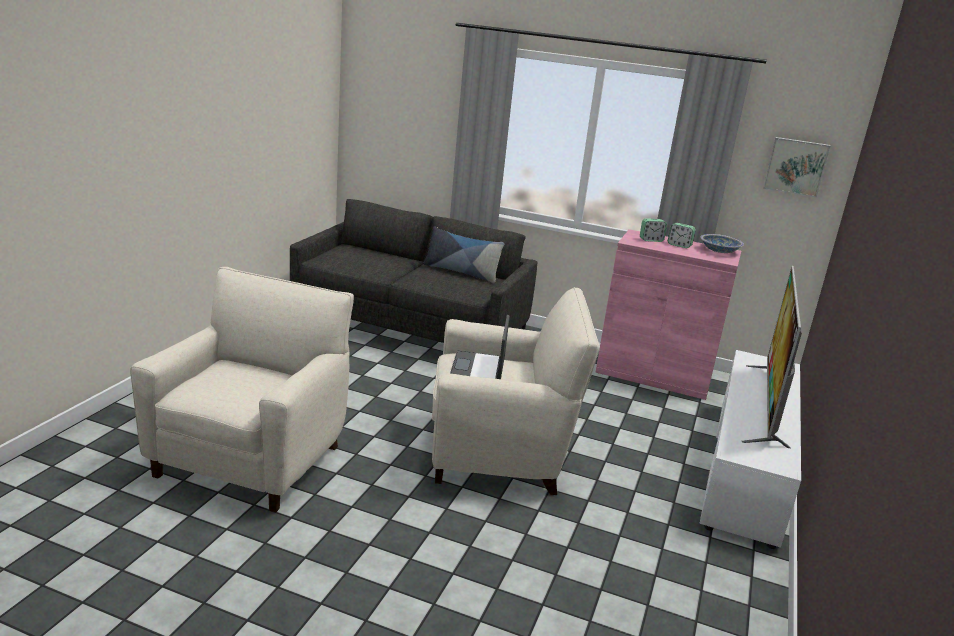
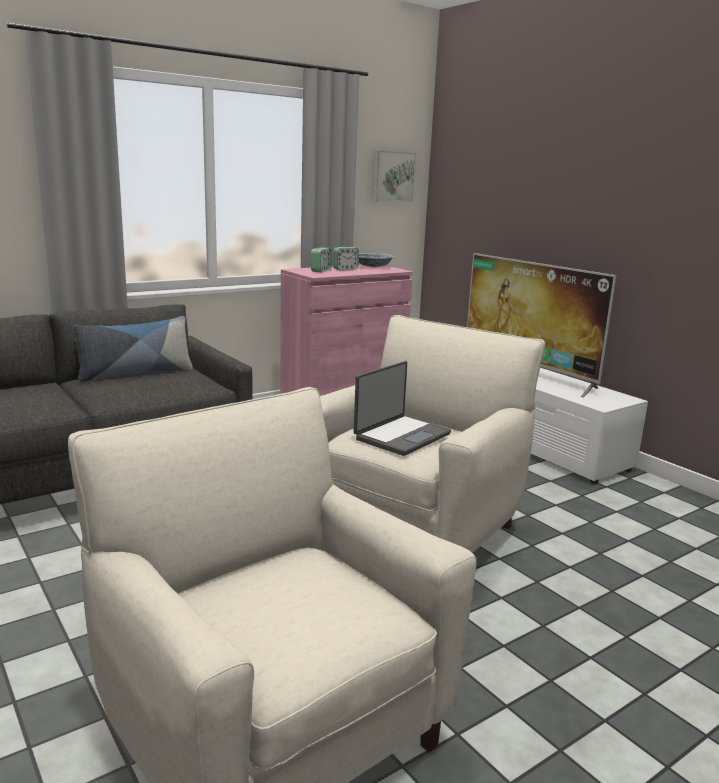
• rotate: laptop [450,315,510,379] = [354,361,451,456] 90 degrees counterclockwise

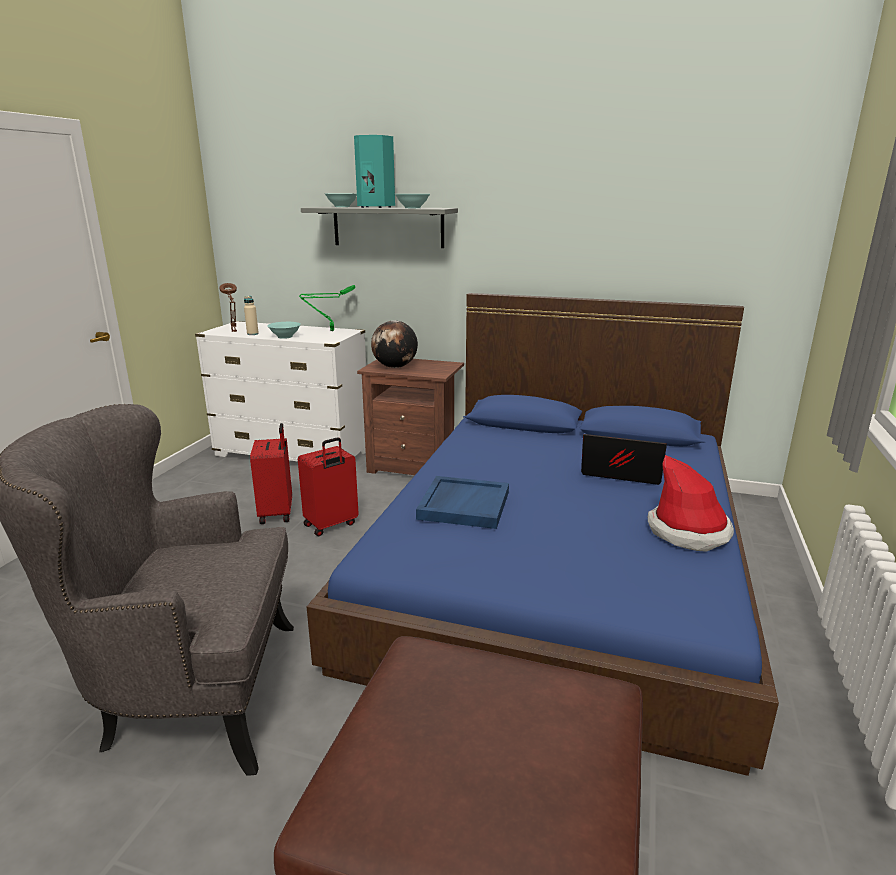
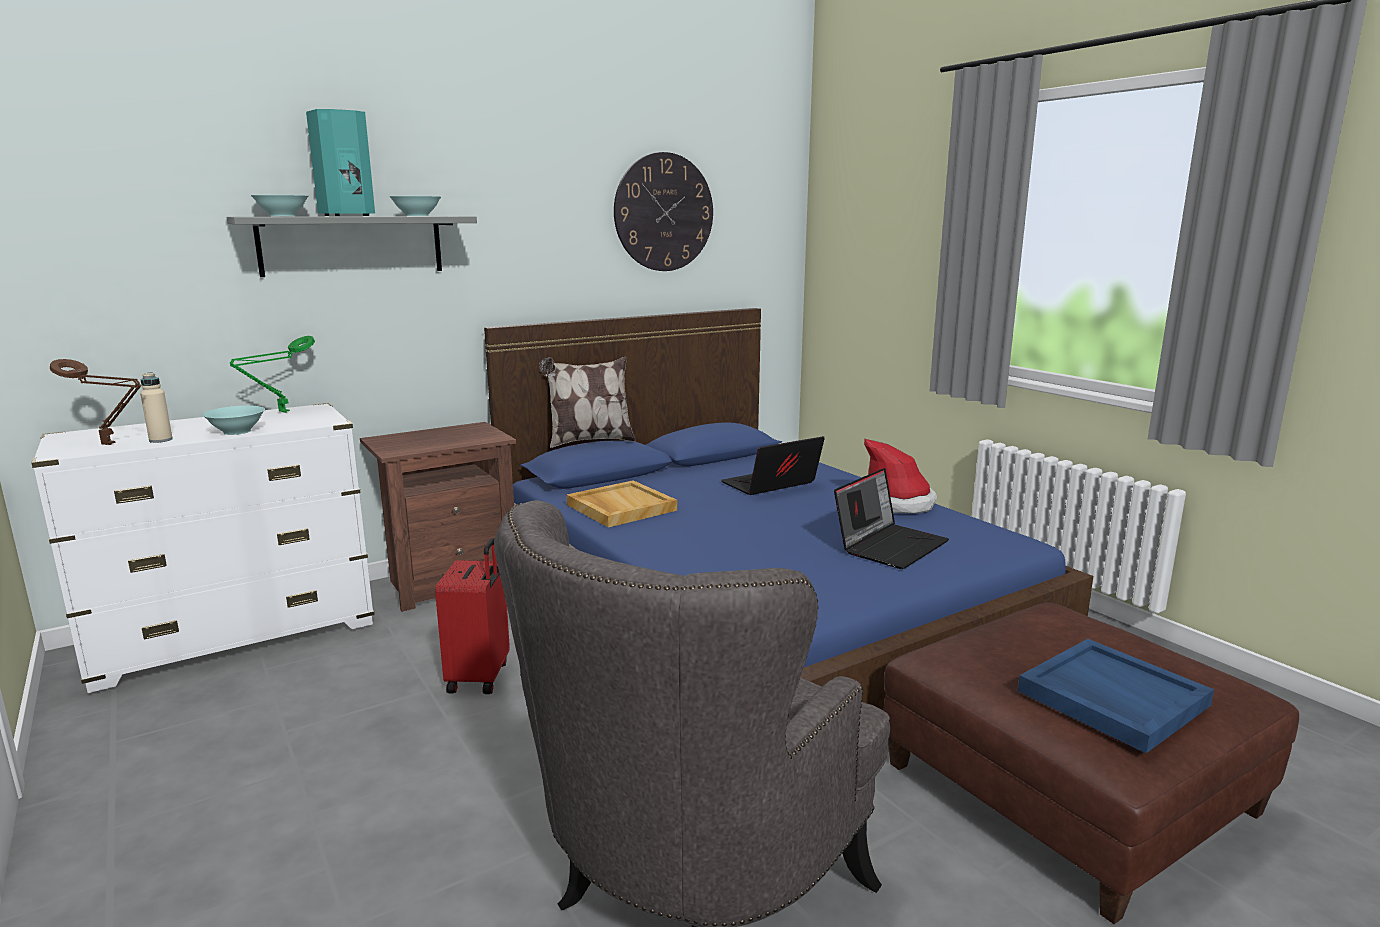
• delete: suitcase/red [250,423,292,524]
• delete: globe [371,320,418,368]
• move: tray/blue [416,476,509,529] to [1018,639,1214,753]
• insert: pillow [539,357,636,448]
• insert: tray/beige [567,480,677,528]
• insert: wall clock [614,152,713,271]
• insert: laptop [834,468,949,569]

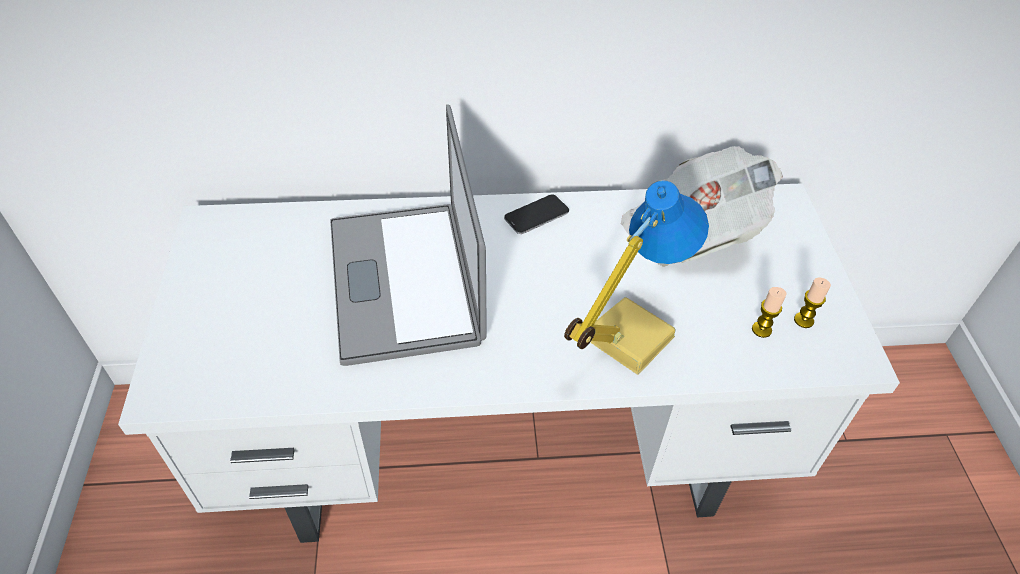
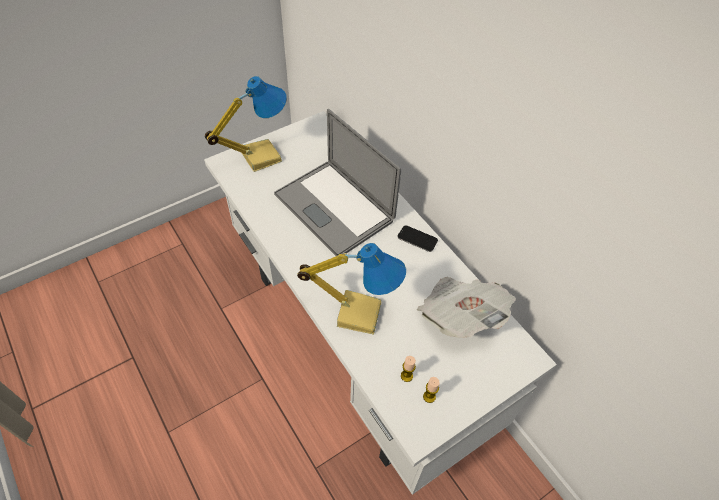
• rotate: laptop [330,104,487,366] = [274,109,401,256] 90 degrees counterclockwise
• insert: table lamp [205,76,287,172]

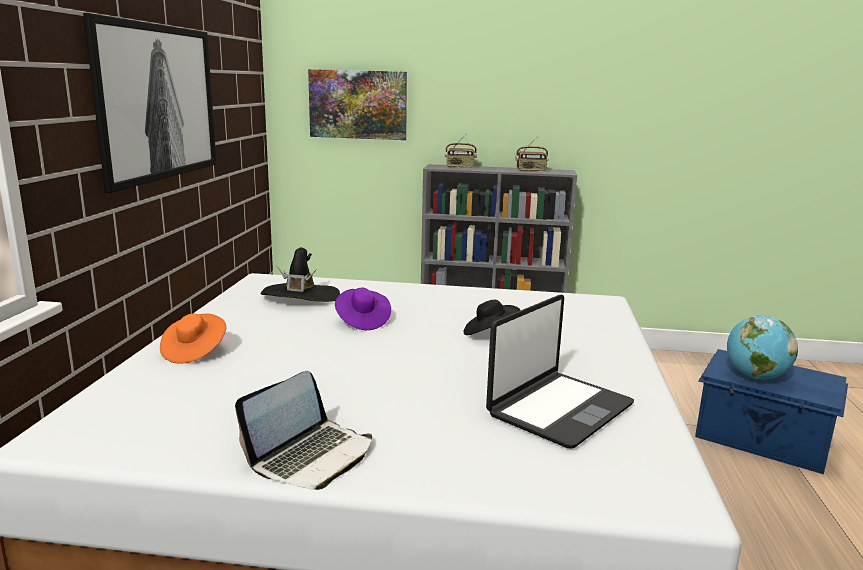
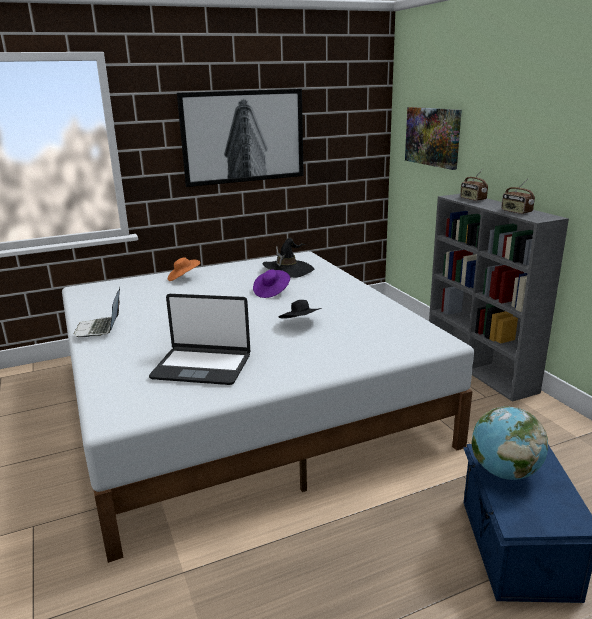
• rotate: laptop [235,371,372,490] = [73,288,120,338] 75 degrees clockwise

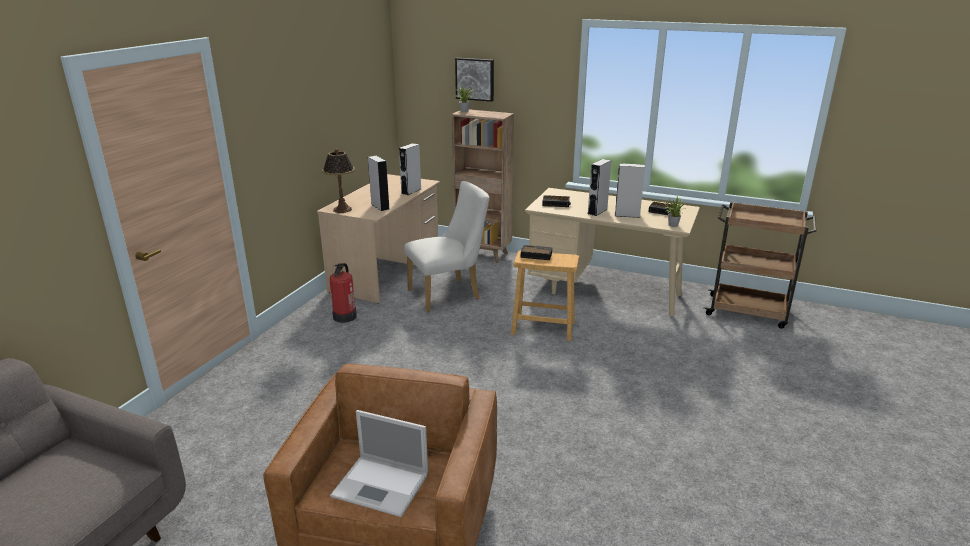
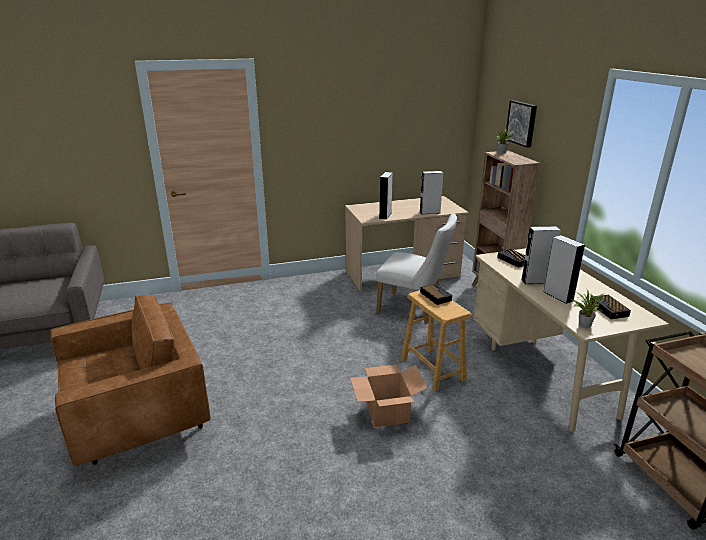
• delete: table lamp [322,149,355,213]
• delete: fire extinguisher [330,263,357,323]
• delete: laptop [330,410,428,517]
• insert: cardboard box [350,364,427,427]

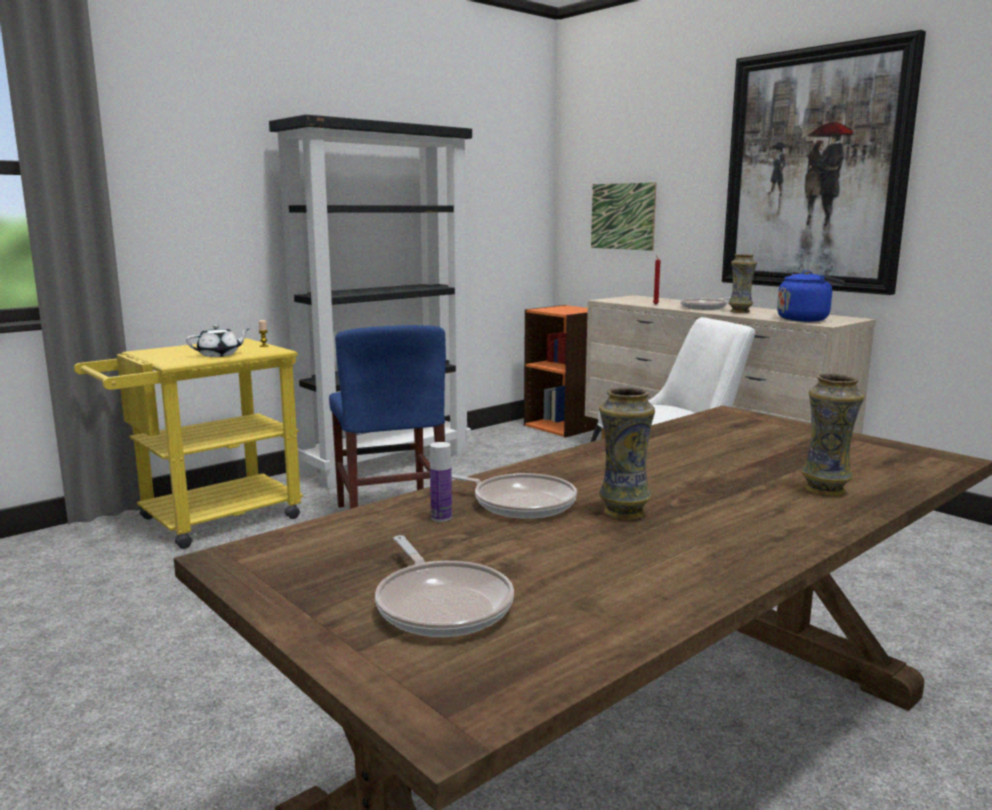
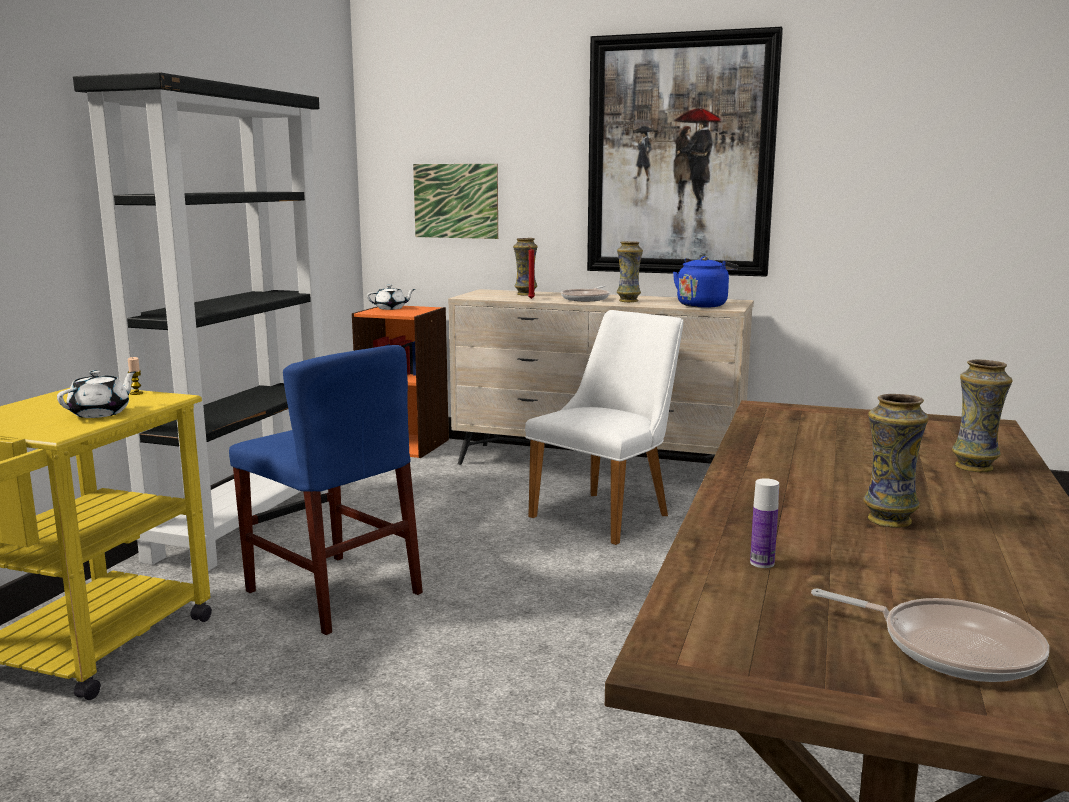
• delete: frying pan [452,473,577,519]
• insert: teapot/white [367,285,415,310]
• insert: vase [513,238,537,296]

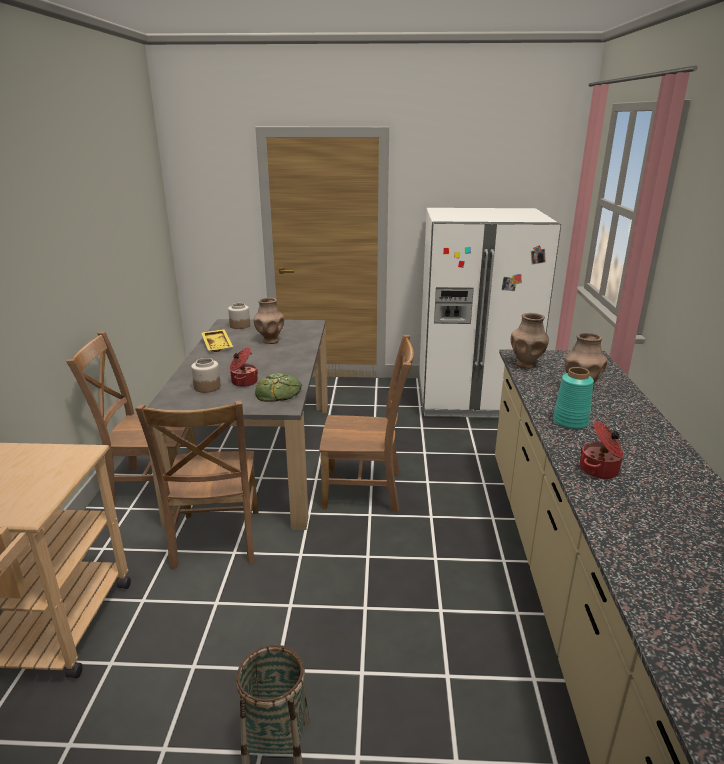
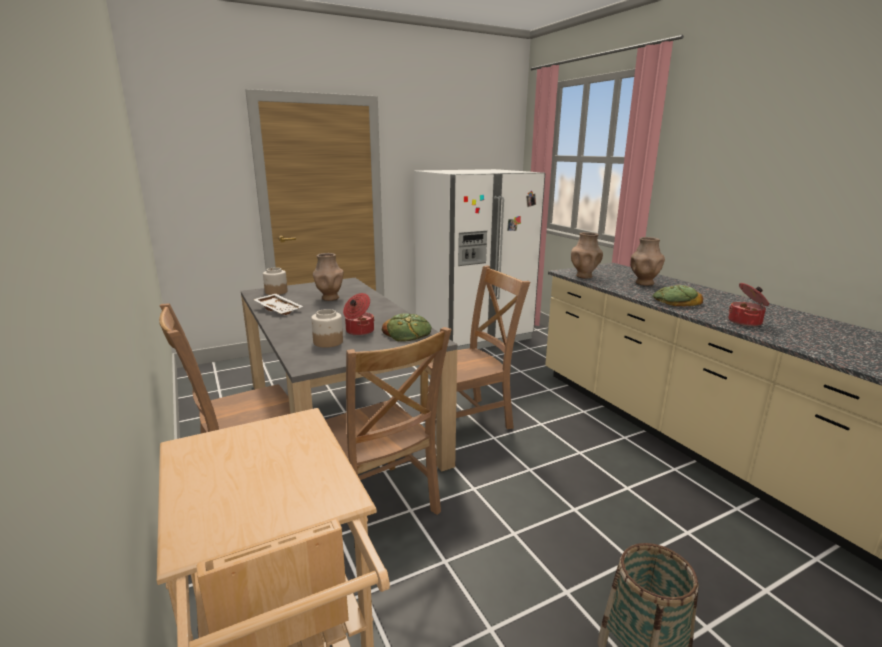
• recolor: tray/yellow [201,329,233,352] to tray/white [253,293,303,315]
• replace: vase/turquoise [553,367,594,429] to bread [652,285,703,306]

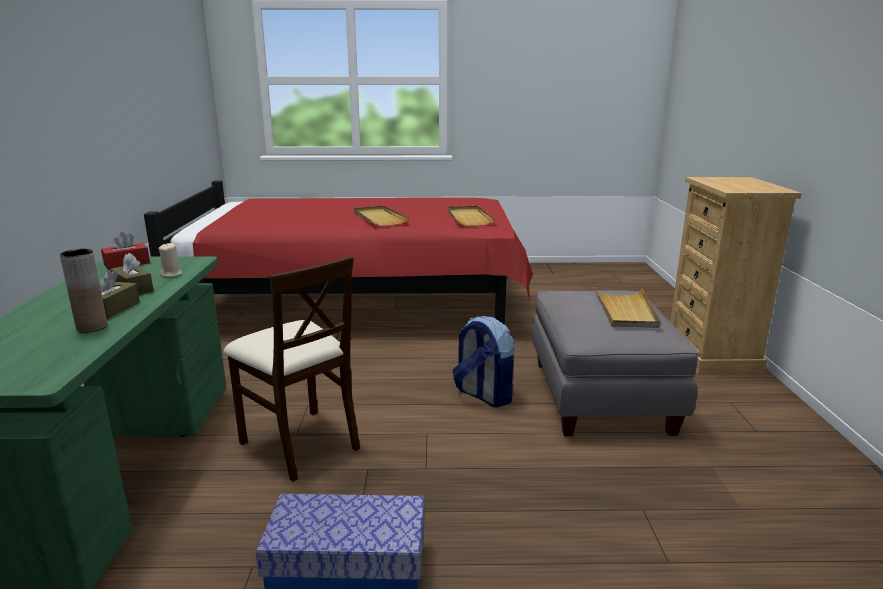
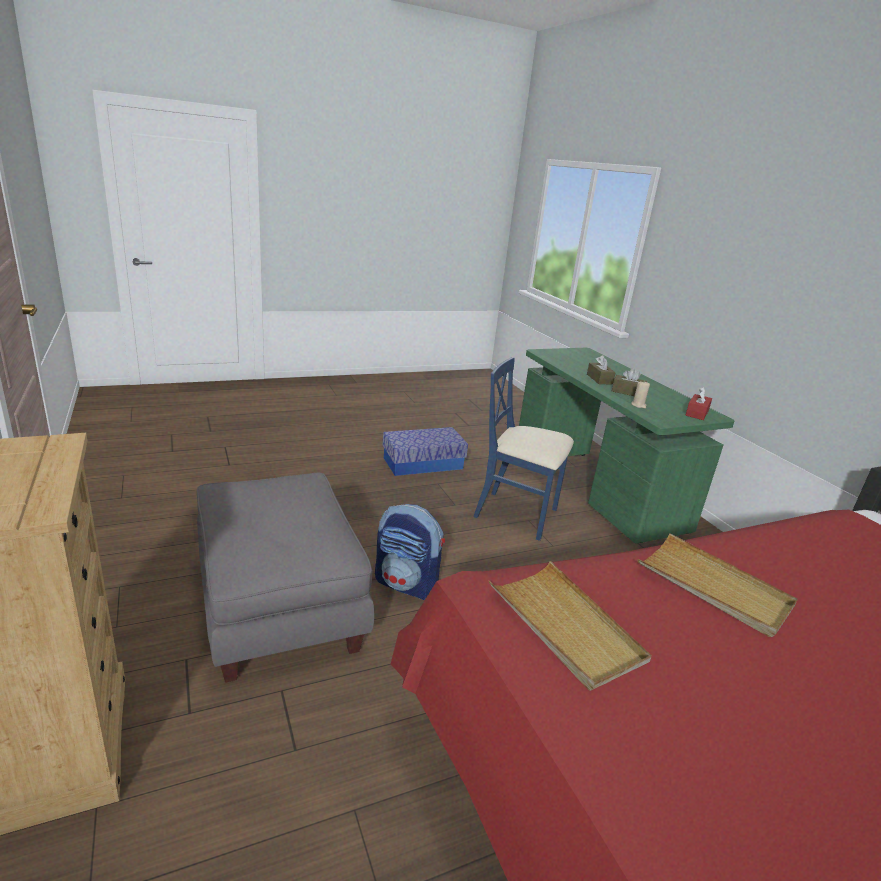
• delete: vase/brown [60,249,108,333]
• recolor: chair/beige [223,256,360,482] to chair/blue [473,357,574,541]
• delete: tray/beige [594,288,661,328]

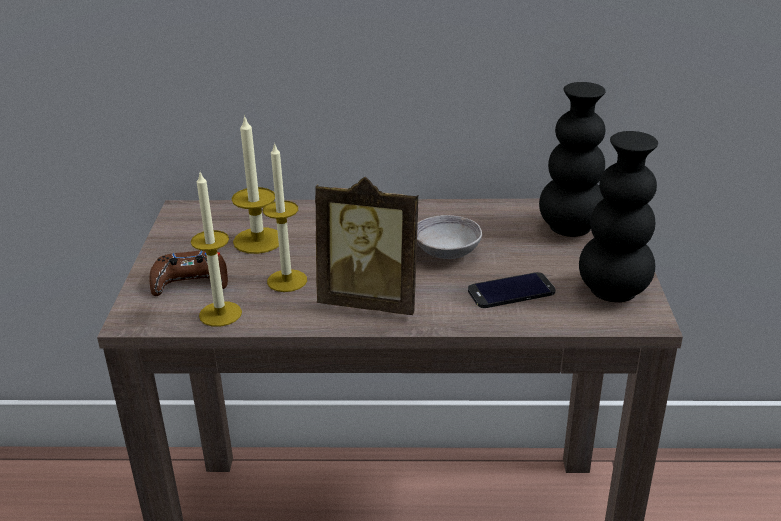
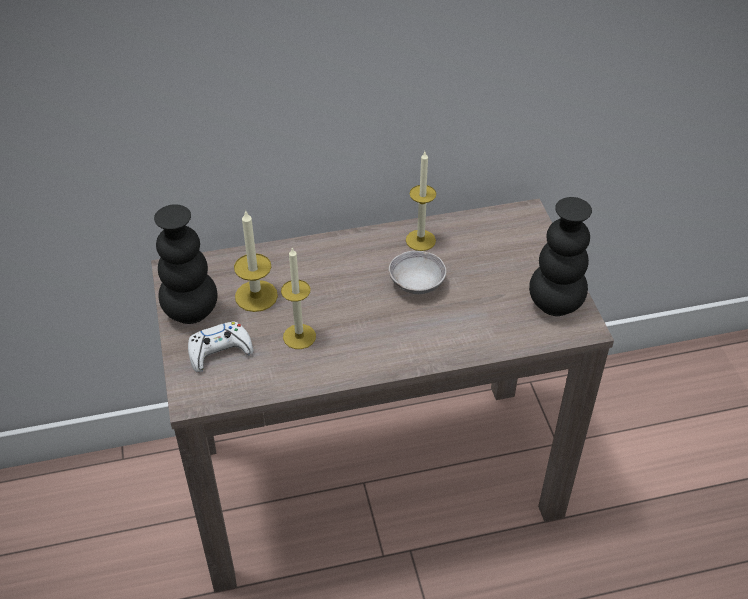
• recolor: game controller/brown [149,250,228,296] to game controller/white [188,322,253,373]
• move: candle [191,172,242,327] to [406,152,436,251]
• delete: picture frame [315,177,419,315]
• delete: phone [468,272,555,308]
• move: vase/black [539,82,606,237] to [154,204,217,324]

